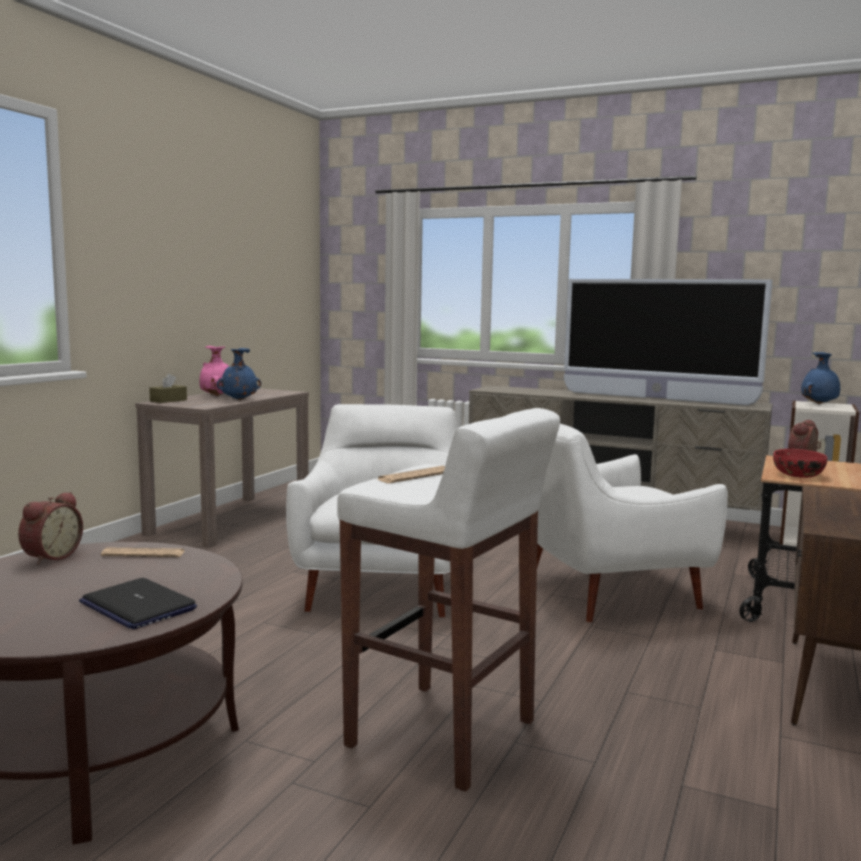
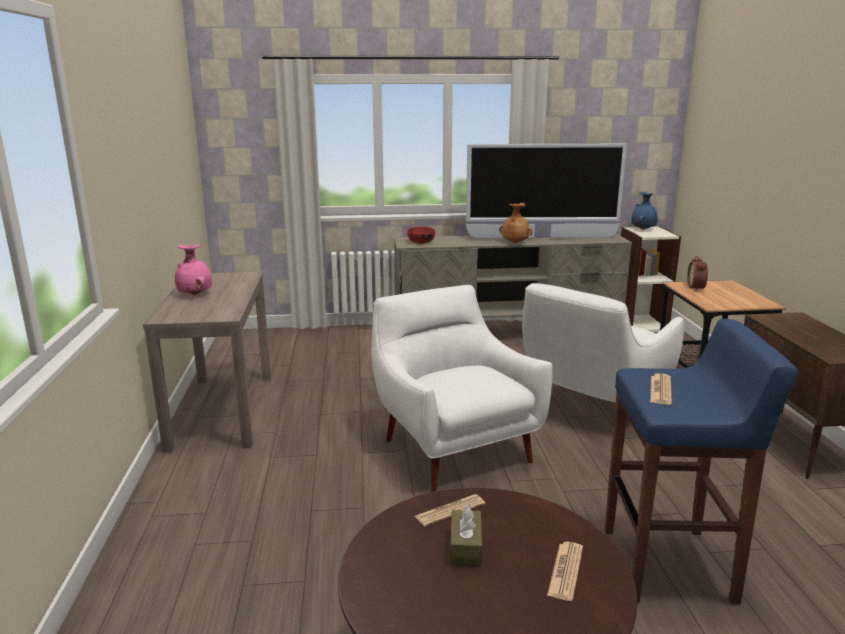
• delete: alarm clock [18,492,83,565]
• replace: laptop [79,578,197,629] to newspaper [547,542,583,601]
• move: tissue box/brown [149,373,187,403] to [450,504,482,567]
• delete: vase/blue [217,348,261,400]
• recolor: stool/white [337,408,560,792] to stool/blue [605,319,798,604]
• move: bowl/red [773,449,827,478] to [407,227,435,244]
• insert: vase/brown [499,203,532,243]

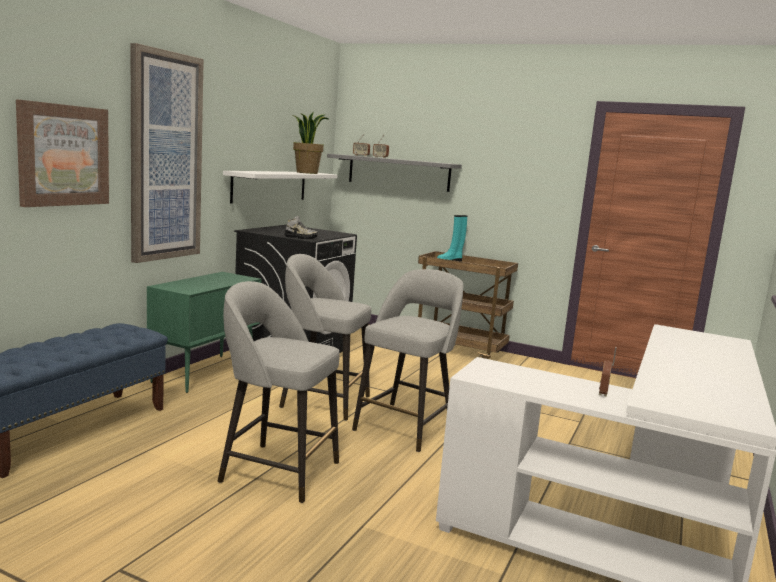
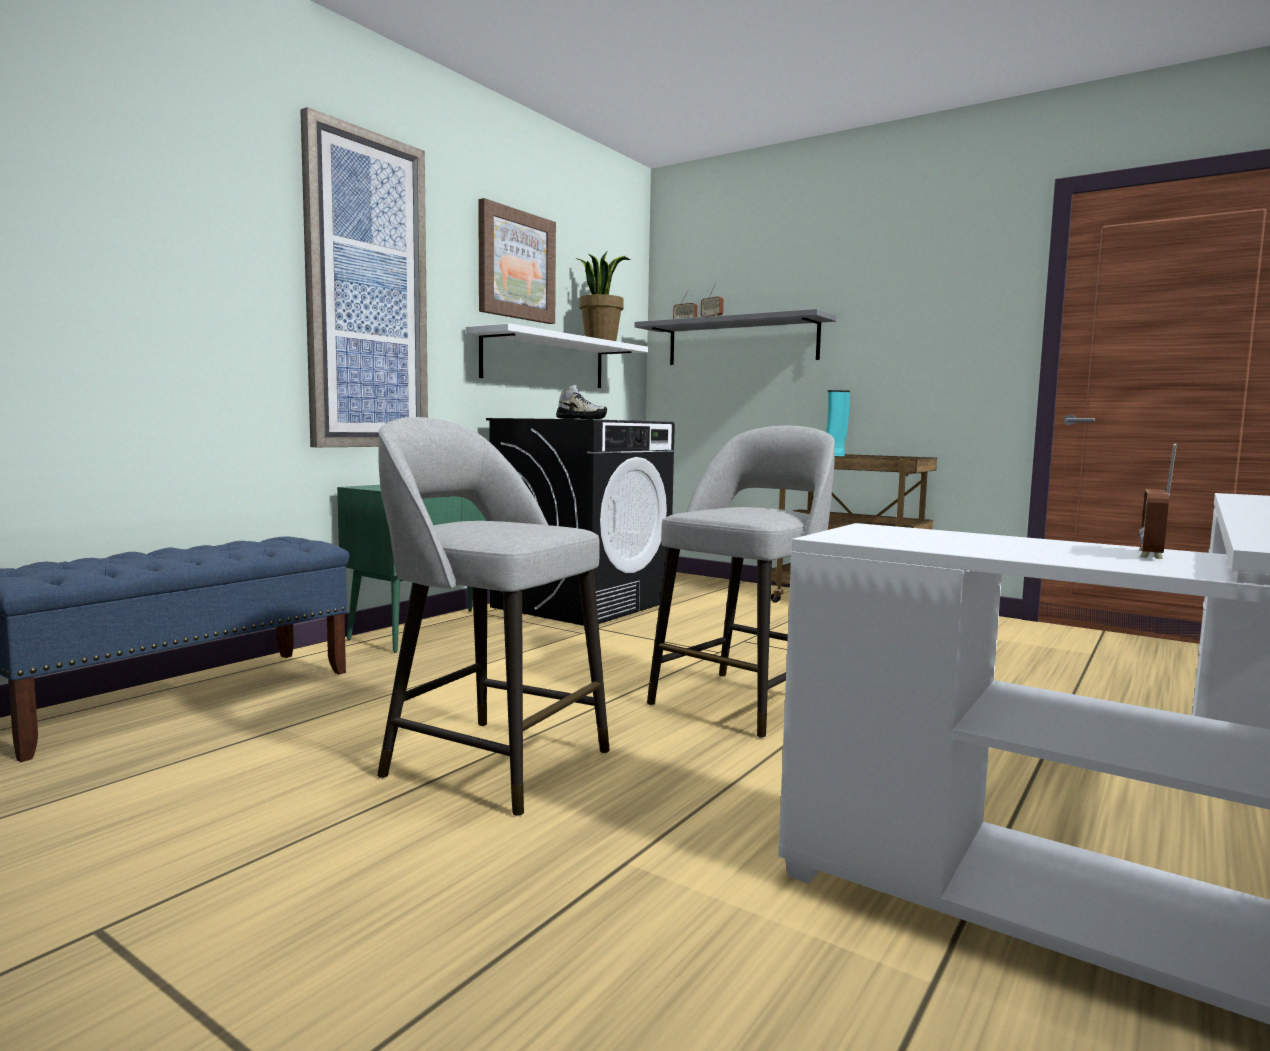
• move: picture [16,99,109,207] to [478,198,556,324]
• delete: stool/grey [279,254,371,421]

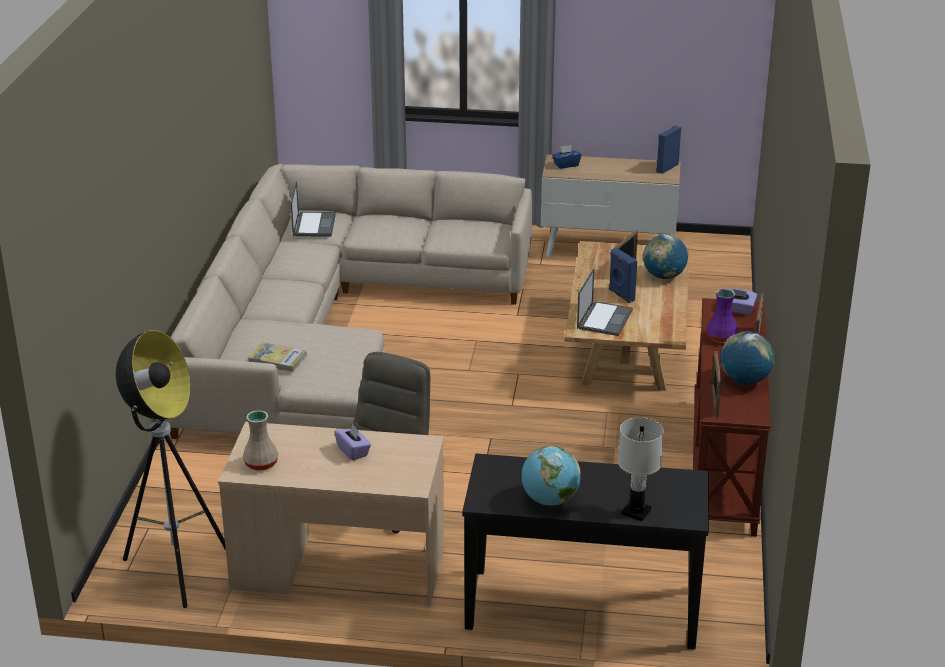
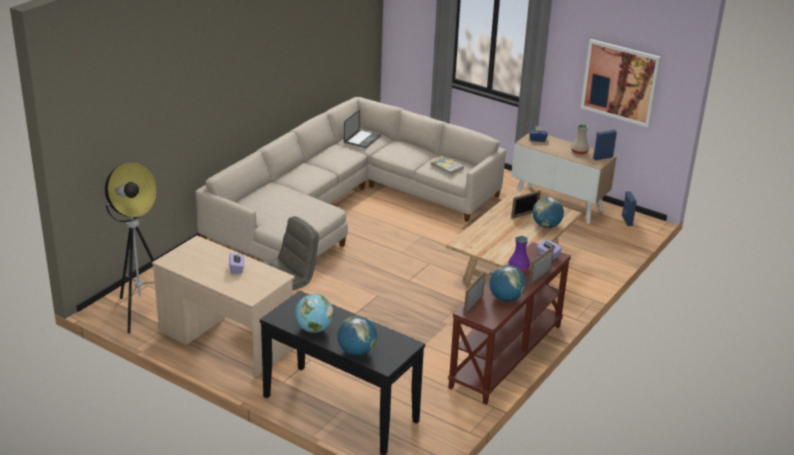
• move: vase/beige [243,411,278,471] to [571,124,589,155]
• move: book [248,342,307,372] to [431,156,464,175]
• delete: laptop [577,268,633,336]
• move: speaker/blue [609,248,637,303] to [622,191,637,226]
• replace: table lamp/white [618,417,664,521] to globe [337,316,377,356]
• insert: picture [581,39,661,127]

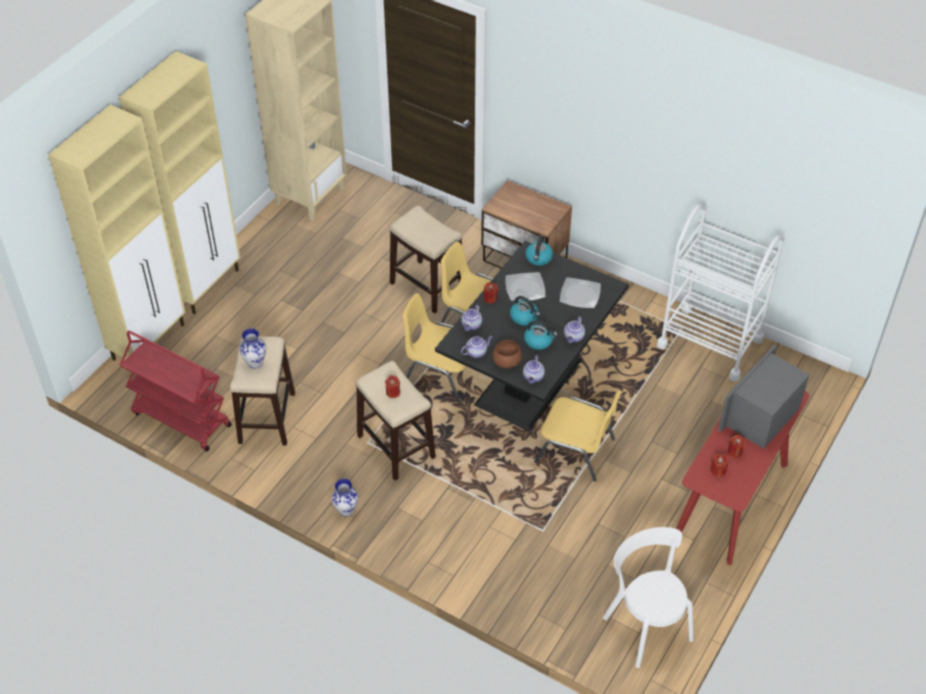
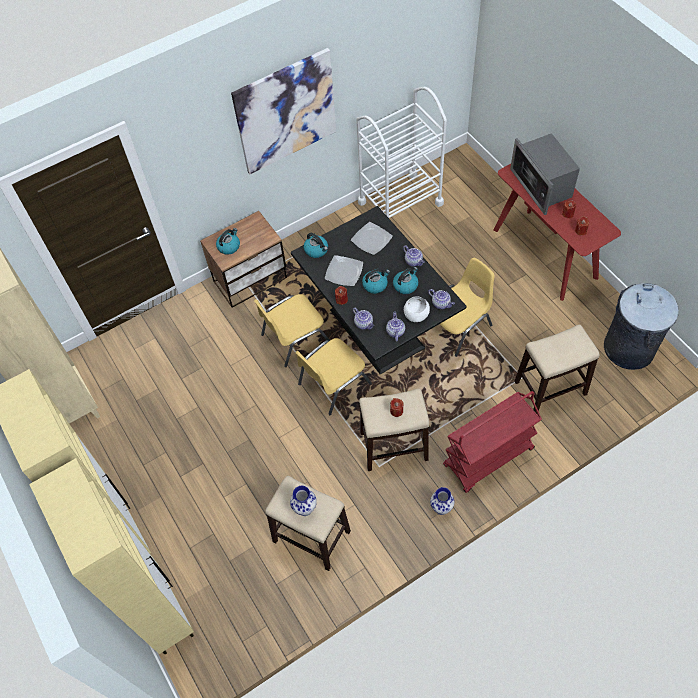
• move: cart/red [120,331,232,452] to [443,391,542,493]
• move: stool [390,205,462,314] to [515,324,599,414]
• recolor: bowl/brown [493,340,522,368] to bowl/white [404,296,430,322]
• replace: chair/white [603,527,694,668] to trash can/grey [604,283,679,370]
• insert: kettle [216,228,240,255]
• insert: picture [231,48,336,174]

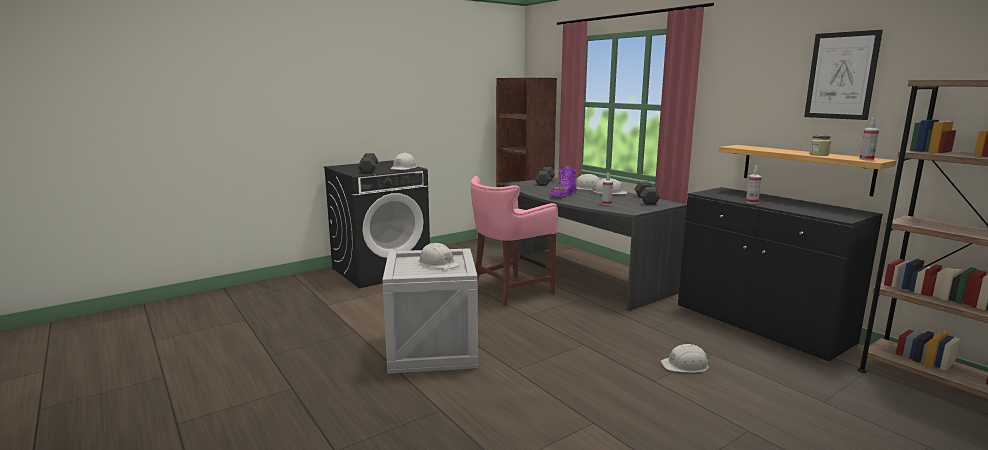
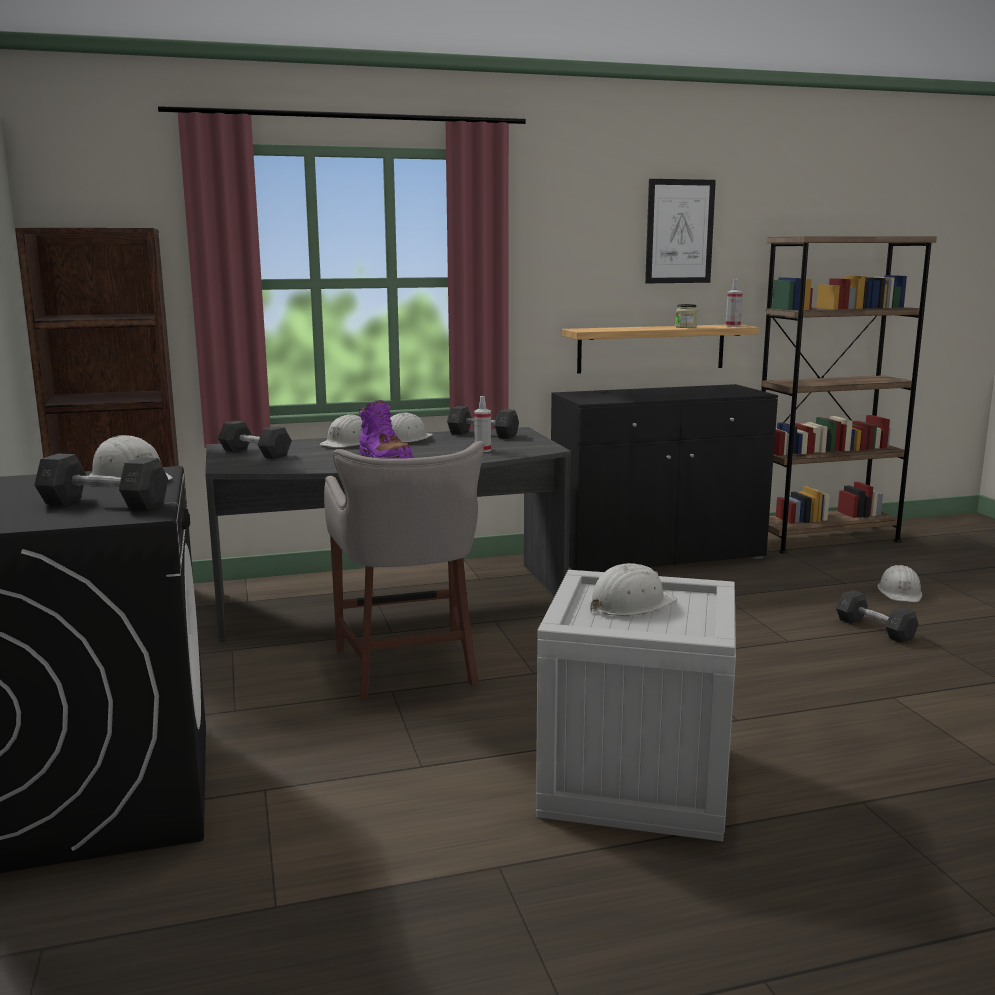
• recolor: stool/pink [471,176,558,306] to stool/grey [324,441,485,700]
• move: hard hat/white [661,344,709,373] to [877,565,922,602]
• delete: spray bottle [746,166,762,204]
• insert: dumbbell/grey [836,590,919,643]

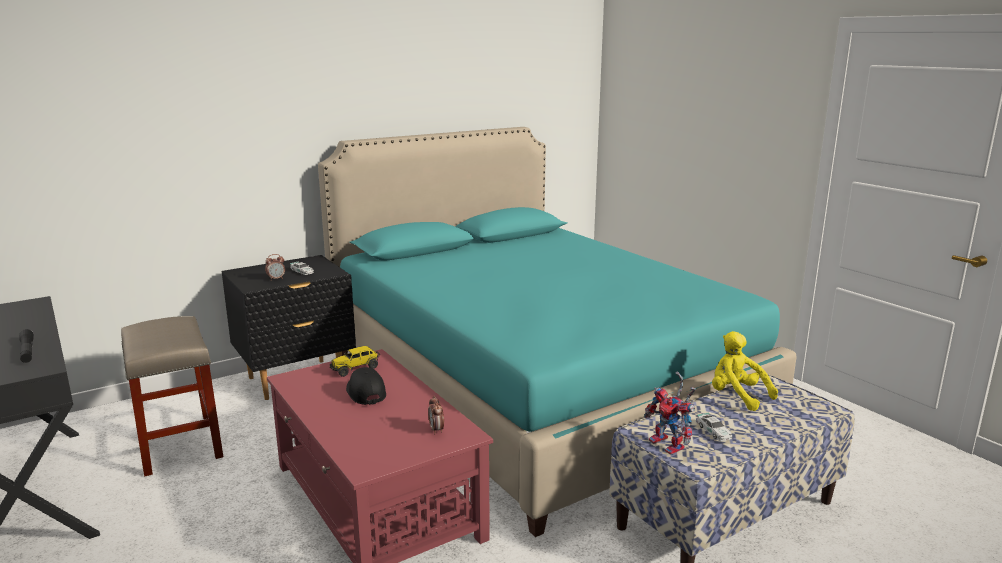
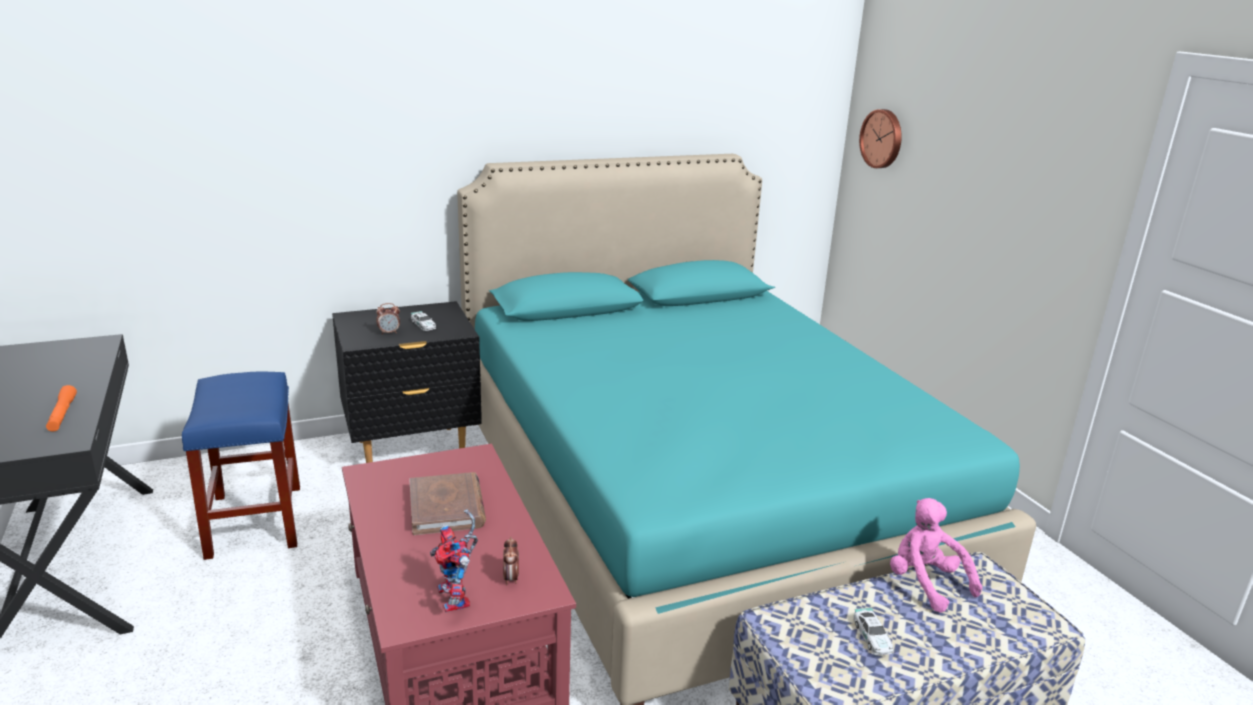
• recolor: flashlight/black [19,329,34,363] to flashlight/orange [46,385,77,432]
• recolor: stool/beige [121,316,223,476] to stool/blue [182,372,300,560]
• delete: toy truck [330,346,380,377]
• replace: cap/black [346,367,386,405] to book/brown [409,472,486,535]
• move: toy robot [644,372,696,455] to [430,509,478,612]
• recolor: plush toy/yellow [712,331,778,411] to plush toy/pink [890,498,982,613]
• insert: wall clock [859,109,902,168]

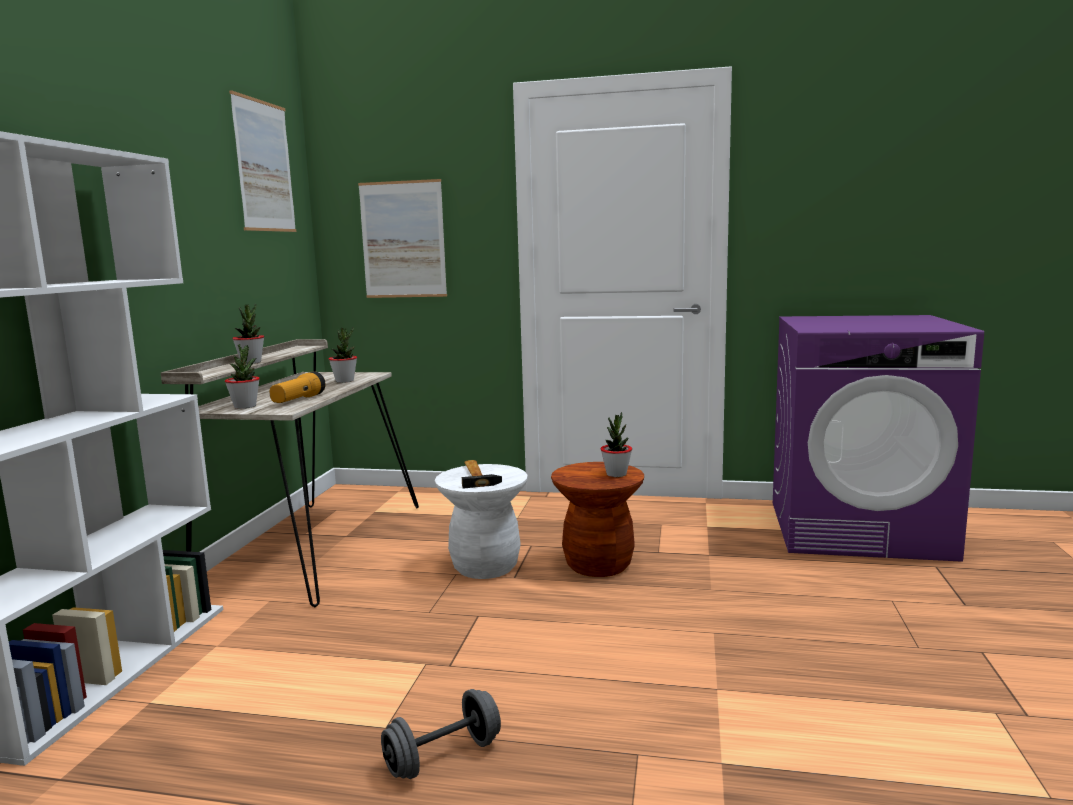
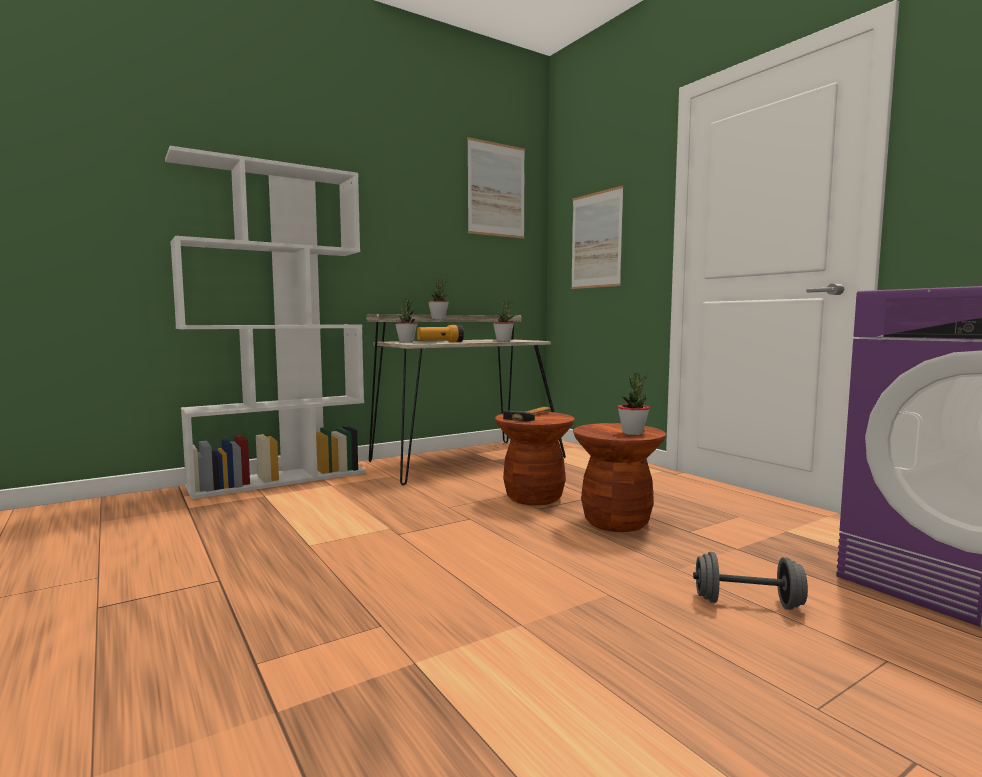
• move: dumbbell/grey [381,689,501,779] to [693,552,808,610]
• recolor: stool/white [435,464,528,579] to stool/brown [495,411,575,505]

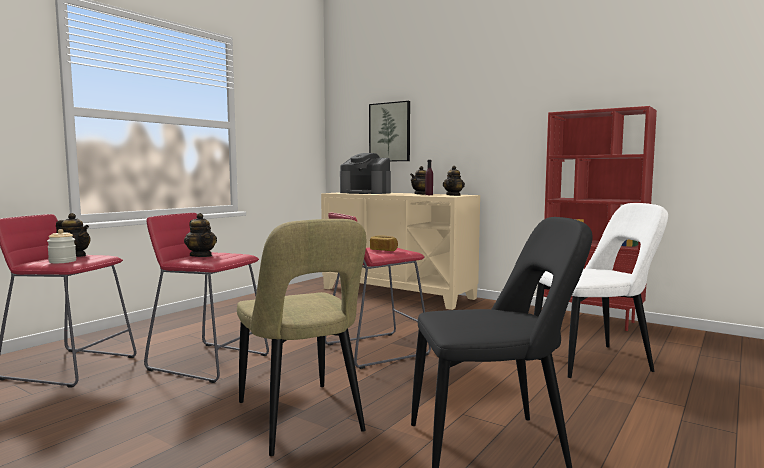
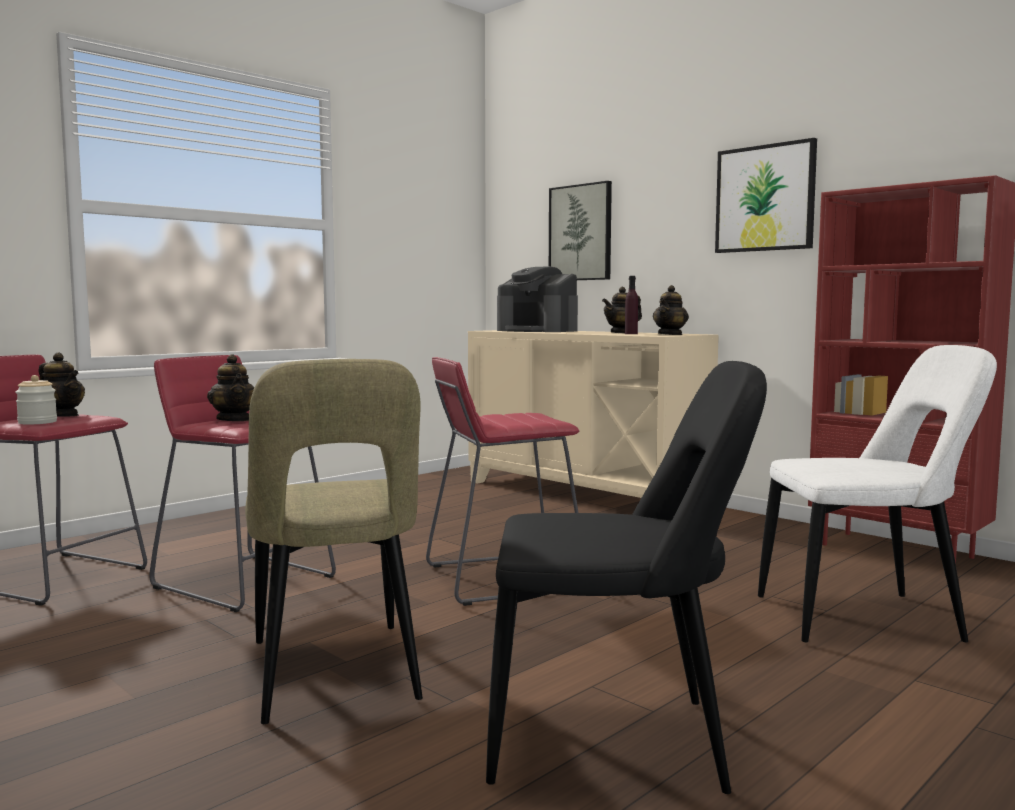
• delete: bread [370,236,398,251]
• insert: picture [715,138,817,253]

